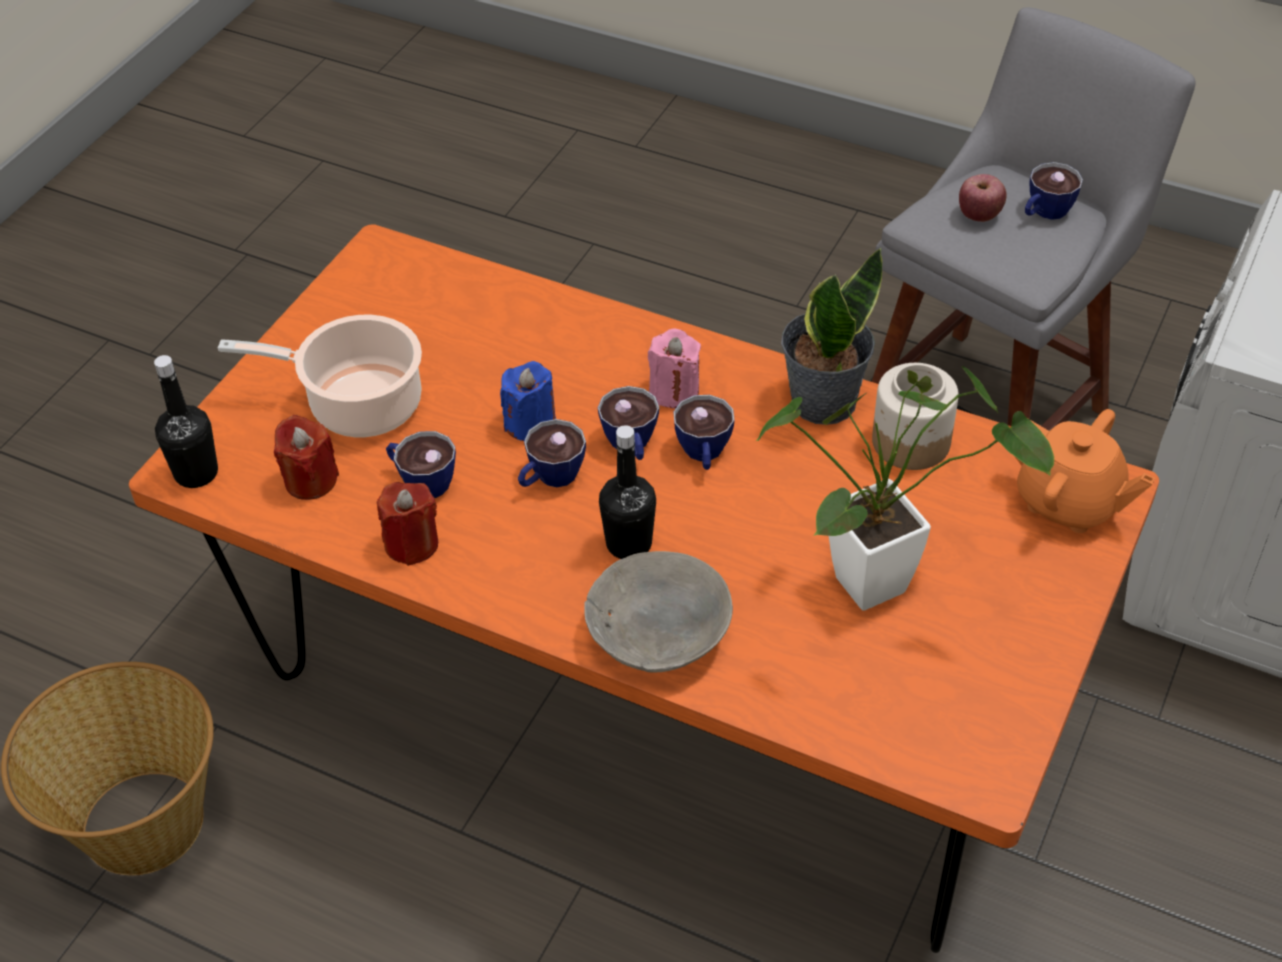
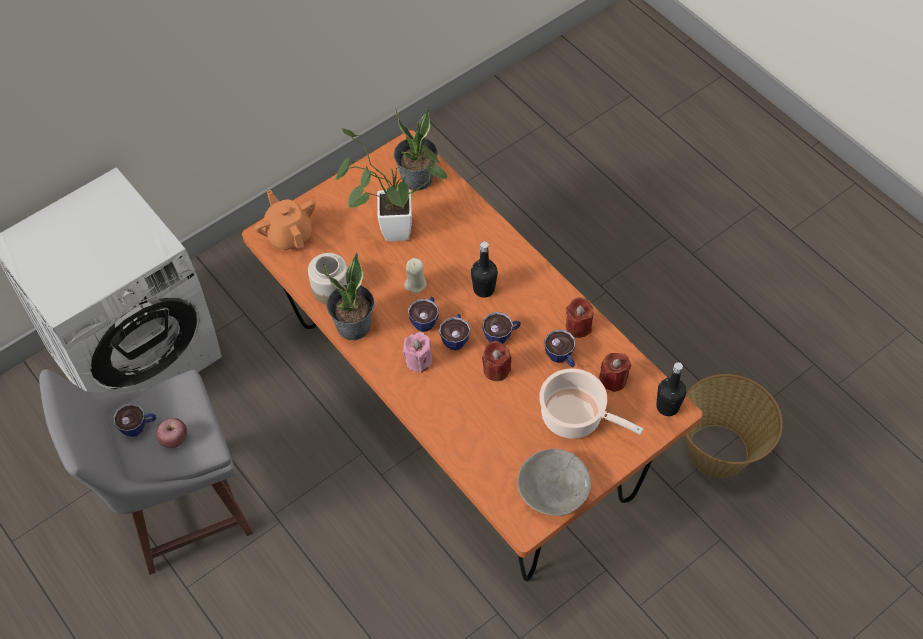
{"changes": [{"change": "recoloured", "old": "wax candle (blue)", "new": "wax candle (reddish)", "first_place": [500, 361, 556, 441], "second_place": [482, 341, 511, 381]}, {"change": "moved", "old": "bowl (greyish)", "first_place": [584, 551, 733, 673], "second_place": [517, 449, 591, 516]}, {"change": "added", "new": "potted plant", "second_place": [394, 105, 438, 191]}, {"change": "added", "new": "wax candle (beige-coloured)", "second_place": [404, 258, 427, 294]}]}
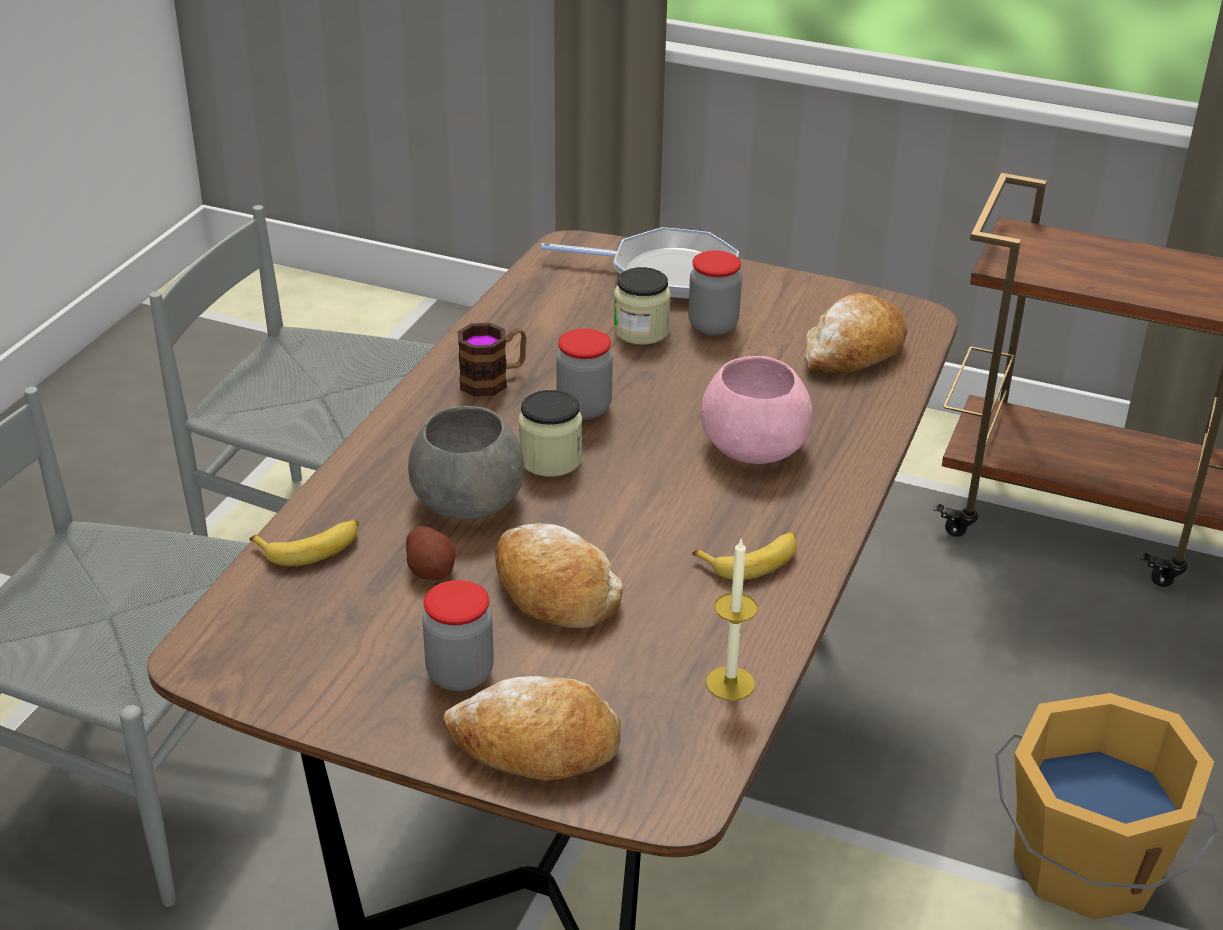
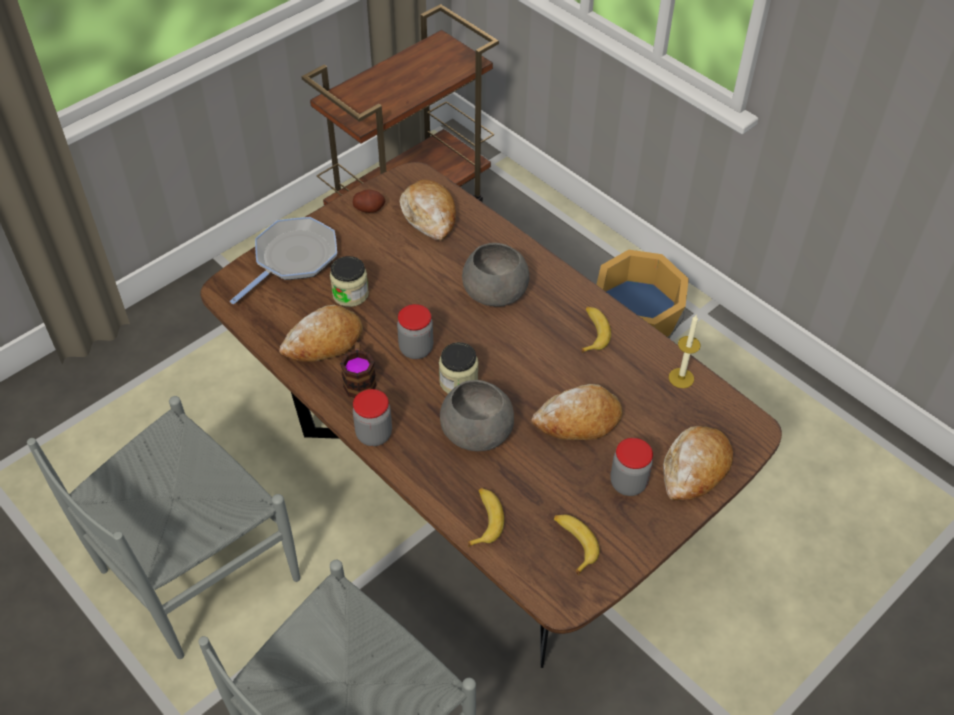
{"changes": [{"change": "moved", "old": "preserve jar", "first_place": [688, 250, 742, 336], "second_place": [353, 389, 392, 446]}, {"change": "recoloured", "old": "bowl (pink-coloured)", "new": "bowl (greyish)", "first_place": [701, 356, 813, 464], "second_place": [462, 243, 529, 306]}, {"change": "moved", "old": "spud", "first_place": [406, 526, 455, 580], "second_place": [353, 189, 385, 213]}, {"change": "added", "new": "bakery bread", "second_place": [279, 305, 363, 362]}, {"change": "added", "new": "whole banana", "second_place": [554, 515, 600, 575]}]}
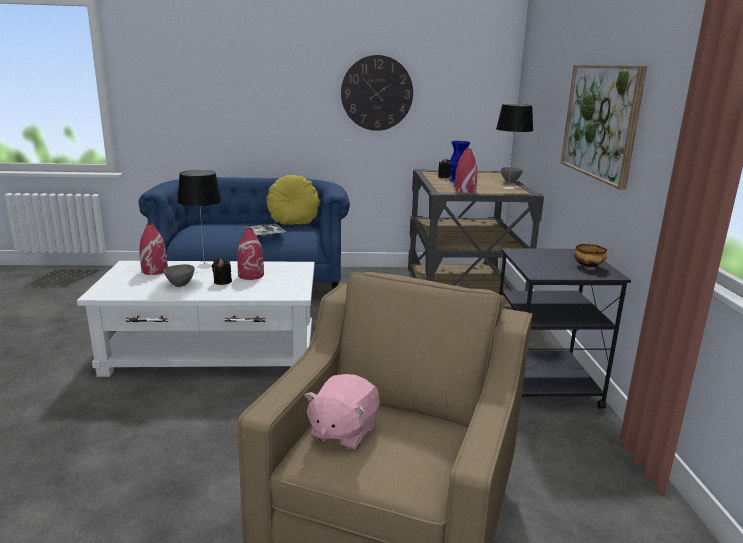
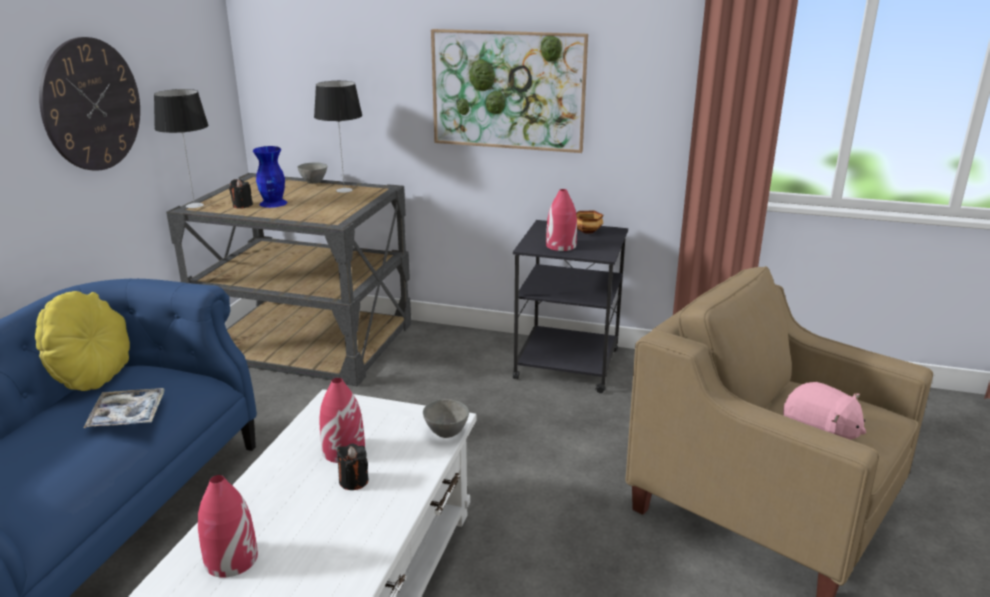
{"changes": [{"change": "moved", "old": "vase (reddish)", "first_place": [454, 148, 477, 193], "second_place": [546, 189, 577, 251]}, {"change": "moved", "old": "table lamp", "first_place": [177, 170, 222, 269], "second_place": [154, 89, 209, 208]}, {"change": "moved", "old": "bowl (greyish)", "first_place": [163, 264, 195, 287], "second_place": [423, 399, 469, 438]}]}
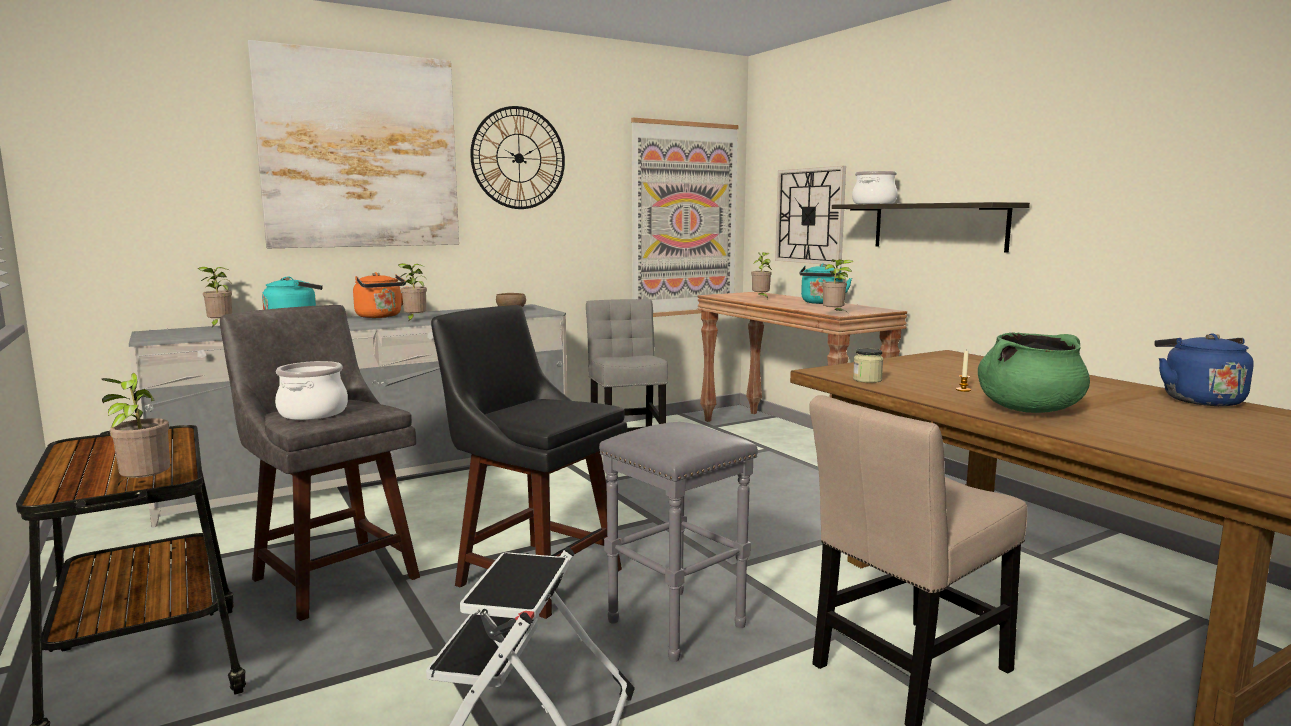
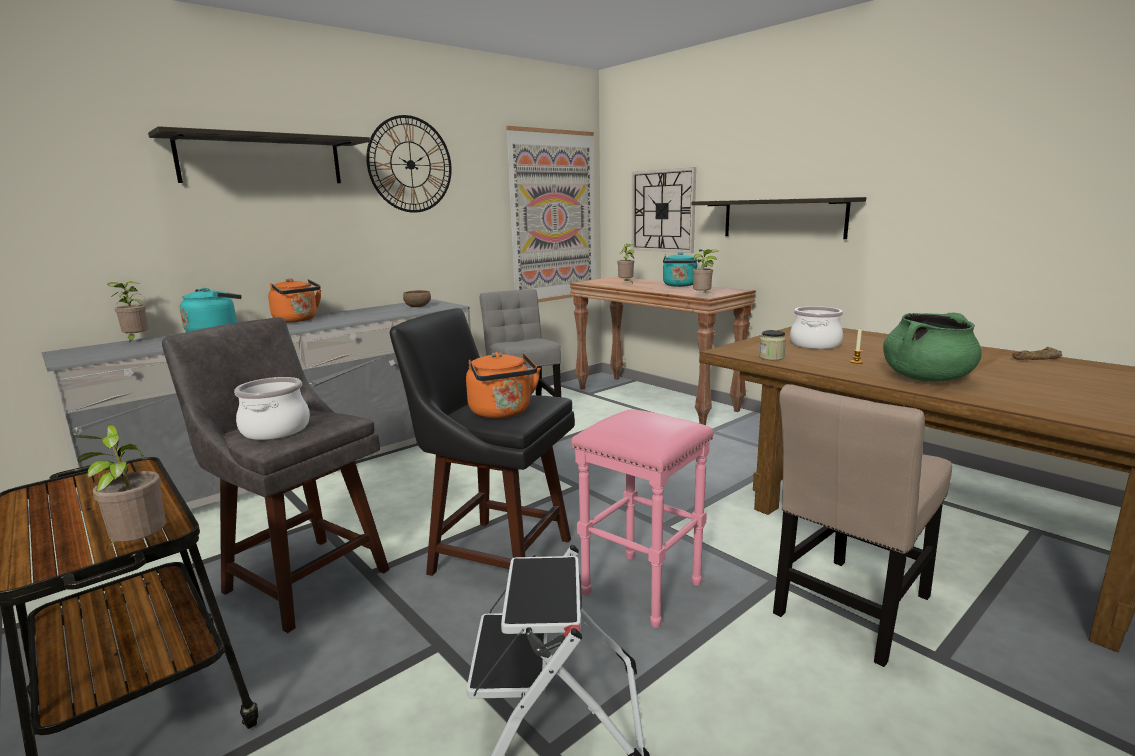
{"changes": [{"change": "replaced", "old": "picture", "new": "bracket shelf", "first_place": [248, 40, 459, 248], "second_place": [148, 126, 370, 183]}, {"change": "moved", "old": "saucepot", "first_place": [852, 171, 898, 204], "second_place": [790, 306, 843, 349]}, {"change": "removed", "old": "potted plant", "first_place": [398, 263, 427, 322]}, {"change": "replaced", "old": "kettle (blue)", "new": "bakery bread", "first_place": [1154, 333, 1254, 406], "second_place": [1012, 347, 1062, 360]}, {"change": "recoloured", "old": "sitting stool (greyish)", "new": "sitting stool (pink-coloured)", "first_place": [599, 422, 758, 662], "second_place": [571, 410, 713, 628]}, {"change": "added", "new": "kettle (orange)", "second_place": [466, 352, 541, 418]}]}
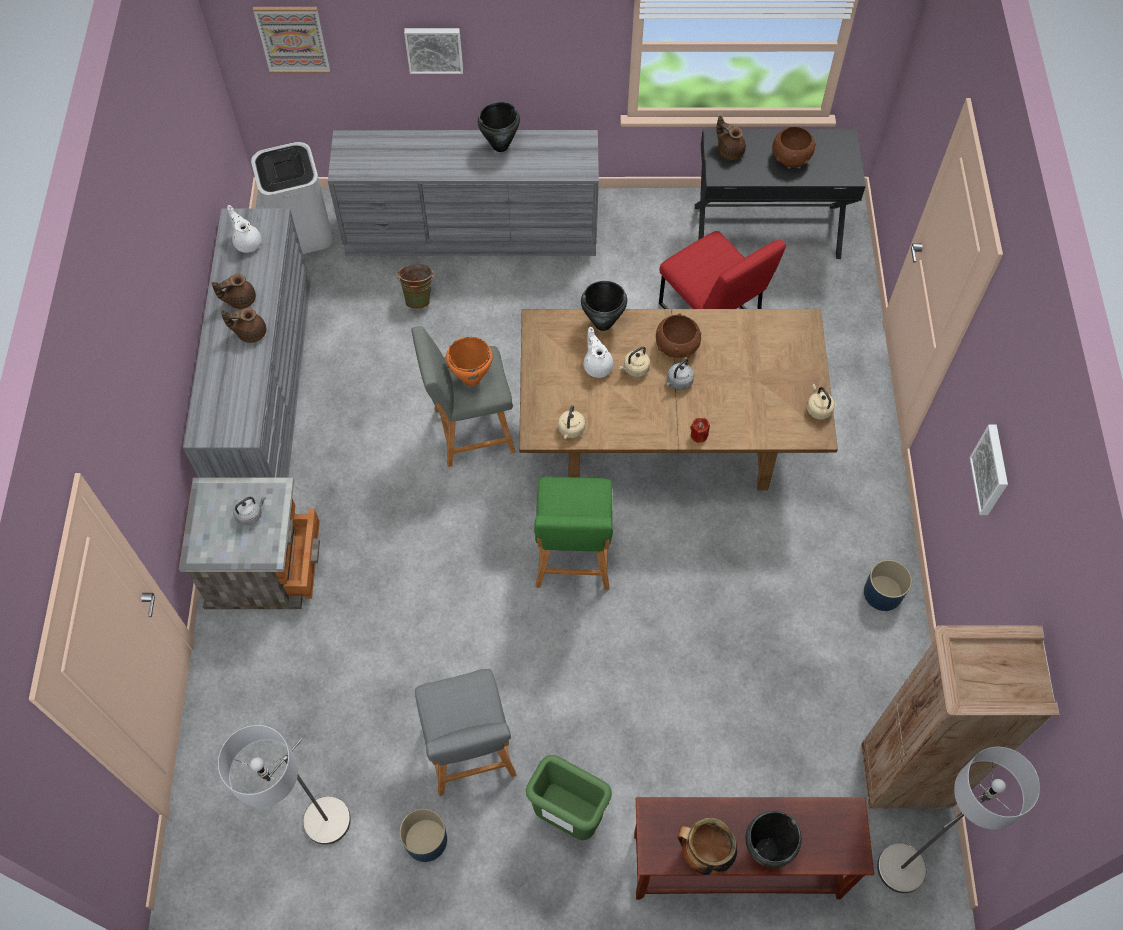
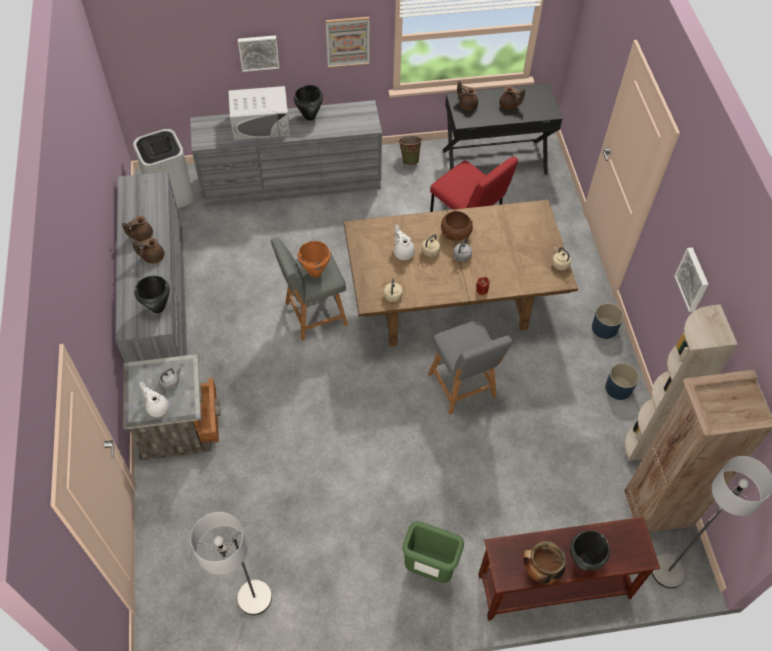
{"changes": [{"change": "moved", "old": "picture", "first_place": [253, 7, 330, 73], "second_place": [326, 17, 370, 68]}, {"change": "replaced", "old": "bowl (brownish)", "new": "tea pot (brownish)", "first_place": [772, 126, 816, 168], "second_place": [499, 86, 525, 110]}, {"change": "moved", "old": "tea pot (white)", "first_place": [227, 205, 262, 253], "second_place": [140, 382, 169, 417]}, {"change": "moved", "old": "pail (green)", "first_place": [396, 264, 434, 309], "second_place": [398, 136, 423, 165]}, {"change": "moved", "old": "saucepot (black)", "first_place": [581, 281, 627, 331], "second_place": [134, 276, 170, 313]}, {"change": "removed", "old": "sitting stool (green)", "first_place": [534, 477, 613, 590]}, {"change": "moved", "old": "sitting stool (greyish)", "first_place": [415, 669, 517, 796], "second_place": [428, 320, 513, 415]}, {"change": "moved", "old": "plant pot (blue)", "first_place": [399, 808, 447, 862], "second_place": [592, 303, 624, 339]}, {"change": "added", "new": "kitchen microwave (white)", "second_place": [228, 86, 290, 140]}, {"change": "added", "new": "bookshelf (beige-coloured)", "second_place": [625, 304, 738, 461]}]}
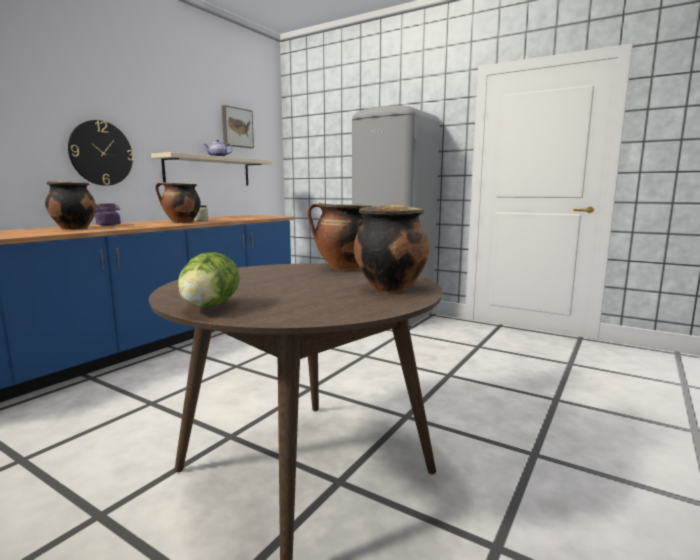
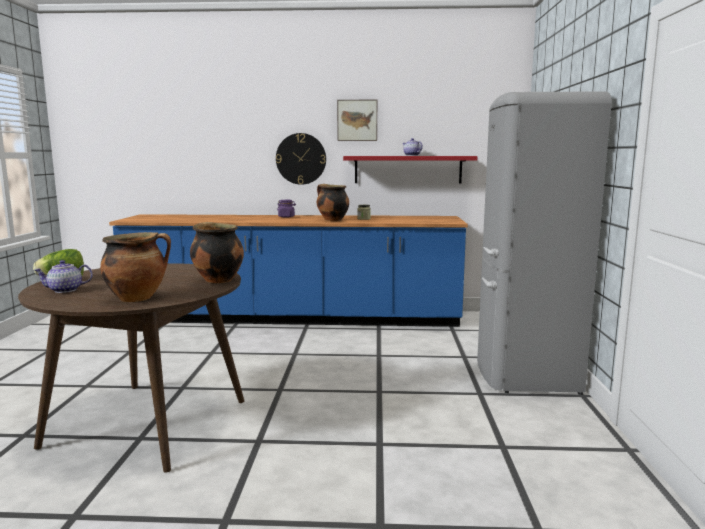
{"changes": [{"change": "moved", "old": "picture", "first_place": [222, 105, 254, 148], "second_place": [337, 100, 377, 141]}, {"change": "recoloured", "old": "bracket shelf (beige-coloured)", "new": "bracket shelf (reddish)", "first_place": [151, 152, 272, 185], "second_place": [343, 156, 478, 183]}, {"change": "removed", "old": "saucepot", "first_place": [45, 181, 96, 230]}, {"change": "added", "new": "tea pot", "second_place": [34, 260, 93, 293]}]}
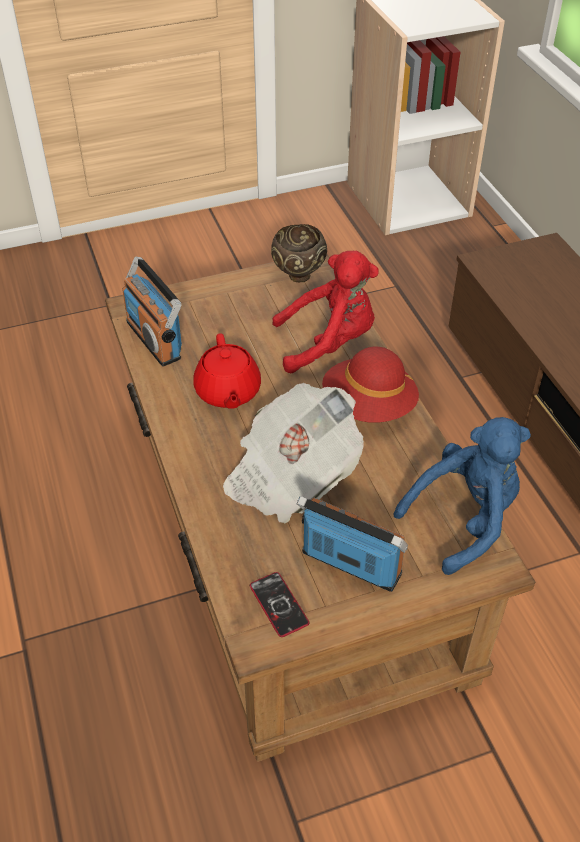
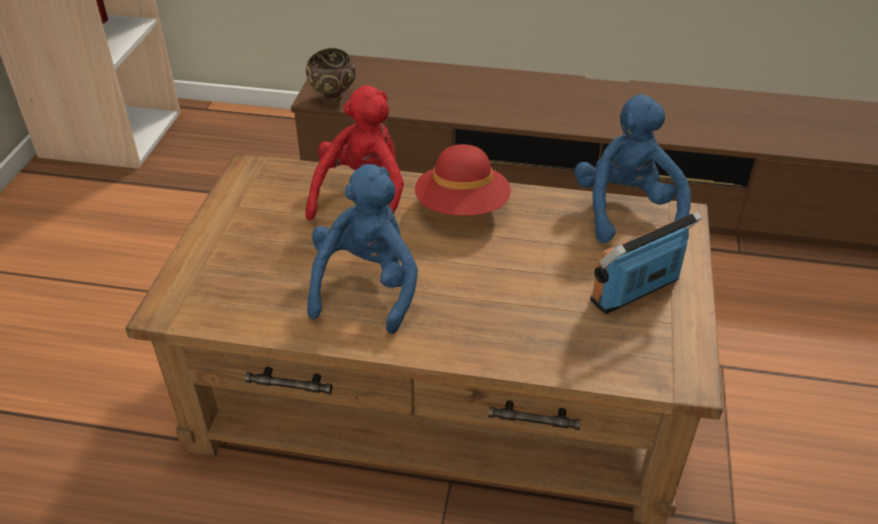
{"changes": [{"change": "moved", "old": "bowl (brownish)", "first_place": [271, 224, 327, 282], "second_place": [306, 48, 356, 102]}, {"change": "removed", "old": "radio", "first_place": [122, 257, 182, 366]}, {"change": "replaced", "old": "tea pot (reddish)", "new": "soft toy (blue)", "first_place": [193, 333, 261, 409], "second_place": [307, 164, 418, 334]}, {"change": "removed", "old": "newspaper", "first_place": [223, 383, 364, 524]}, {"change": "removed", "old": "telephone", "first_place": [250, 572, 309, 637]}]}
